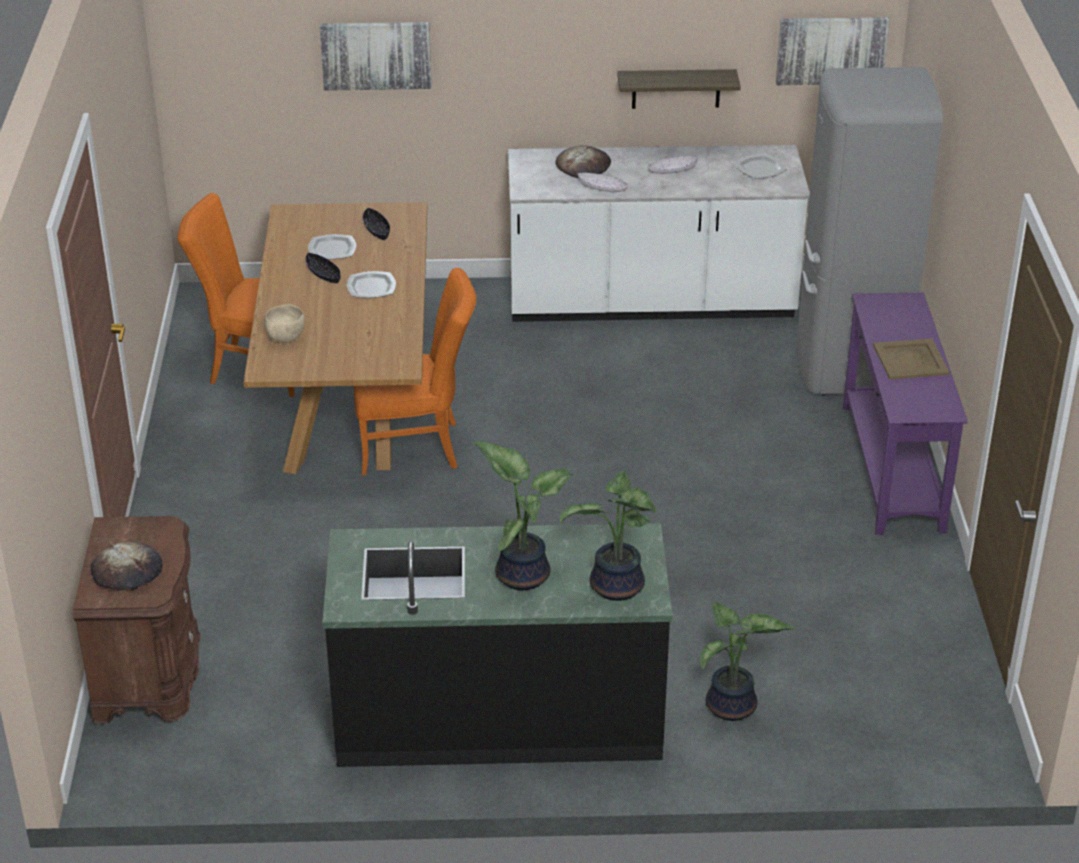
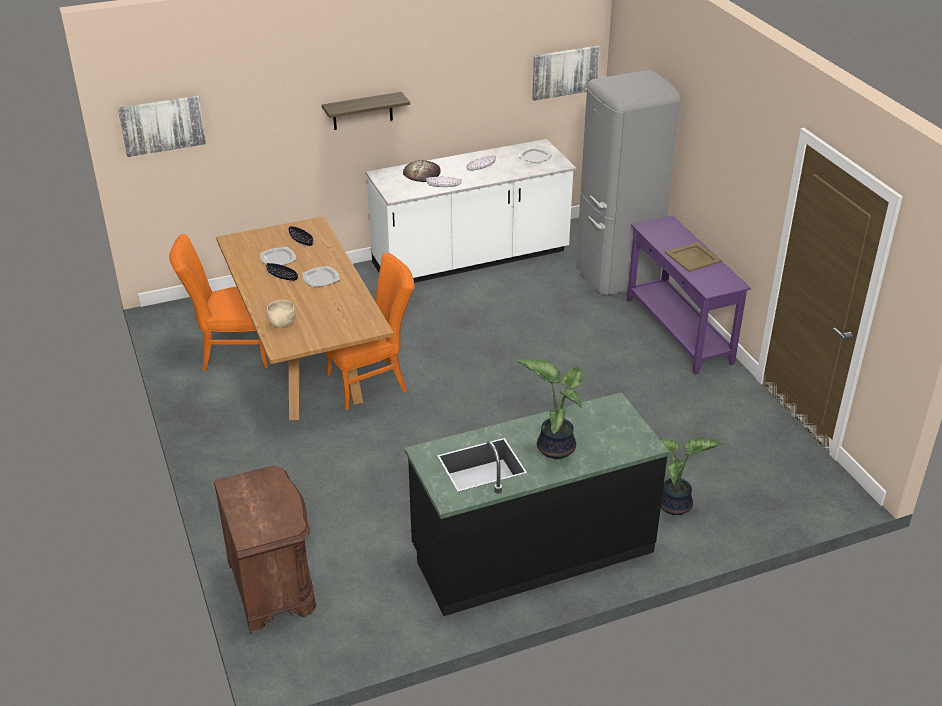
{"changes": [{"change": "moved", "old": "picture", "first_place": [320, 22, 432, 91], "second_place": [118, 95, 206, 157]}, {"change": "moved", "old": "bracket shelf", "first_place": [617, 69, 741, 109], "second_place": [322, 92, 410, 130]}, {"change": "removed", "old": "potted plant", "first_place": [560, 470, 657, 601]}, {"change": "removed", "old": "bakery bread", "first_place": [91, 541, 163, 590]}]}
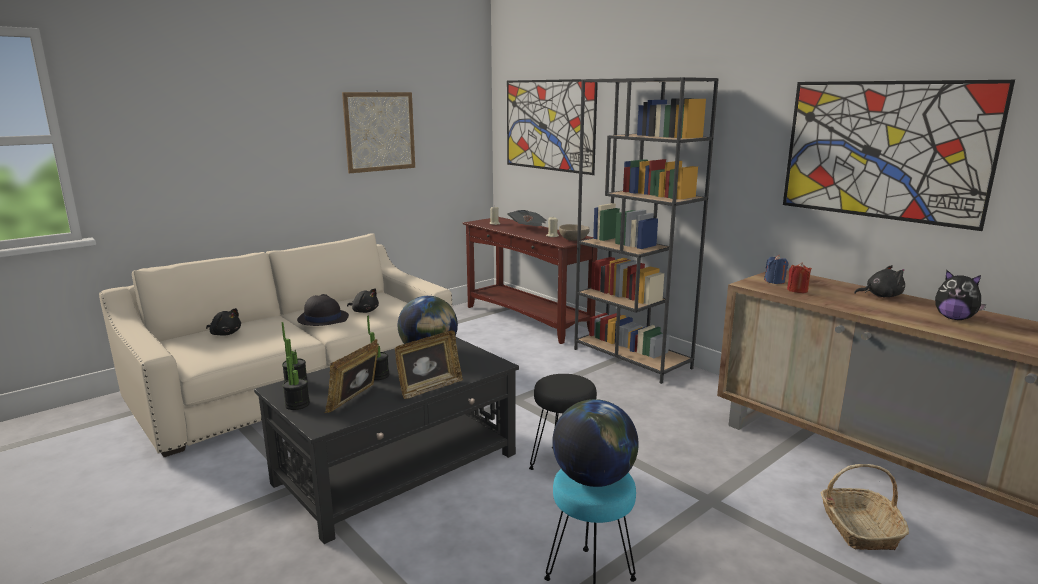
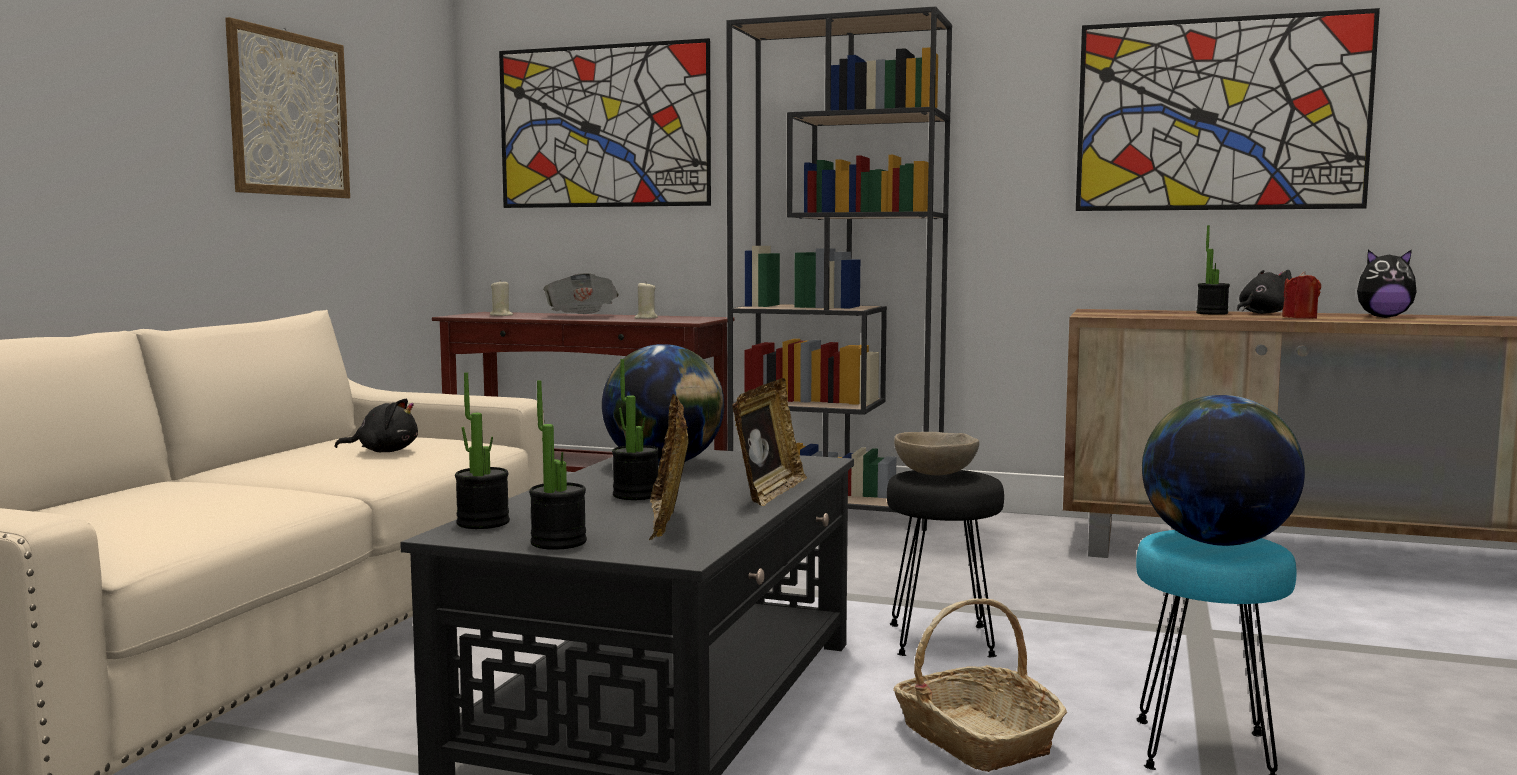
{"changes": [{"change": "moved", "old": "bowl (beige-coloured)", "first_place": [559, 224, 590, 241], "second_place": [894, 432, 979, 475]}, {"change": "removed", "old": "wax candle (blue)", "first_place": [764, 255, 789, 284]}, {"change": "moved", "old": "wax candle (reddish)", "first_place": [787, 262, 812, 293], "second_place": [1282, 272, 1321, 319]}, {"change": "removed", "old": "hat (black)", "first_place": [297, 294, 349, 326]}, {"change": "removed", "old": "soft toy (black)", "first_place": [206, 308, 241, 336]}, {"change": "moved", "old": "storage basket", "first_place": [821, 464, 909, 550], "second_place": [893, 598, 1067, 772]}, {"change": "added", "new": "potted plant", "second_place": [1196, 225, 1230, 315]}]}
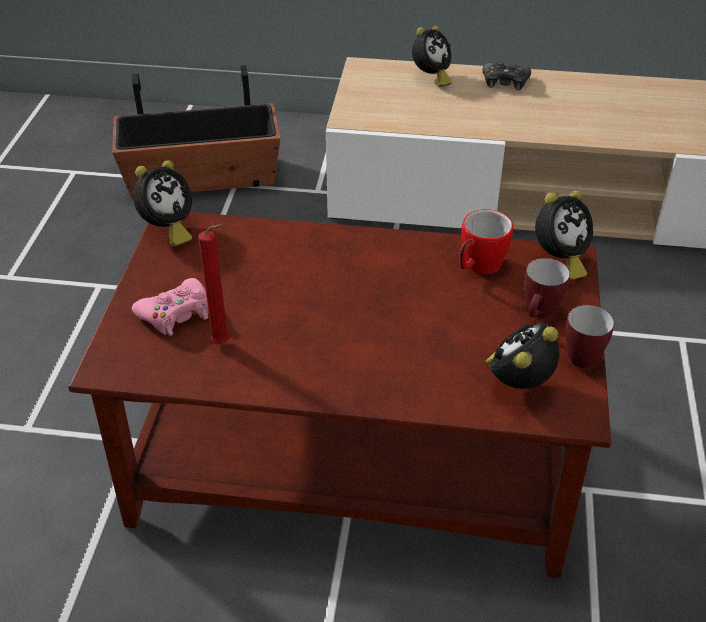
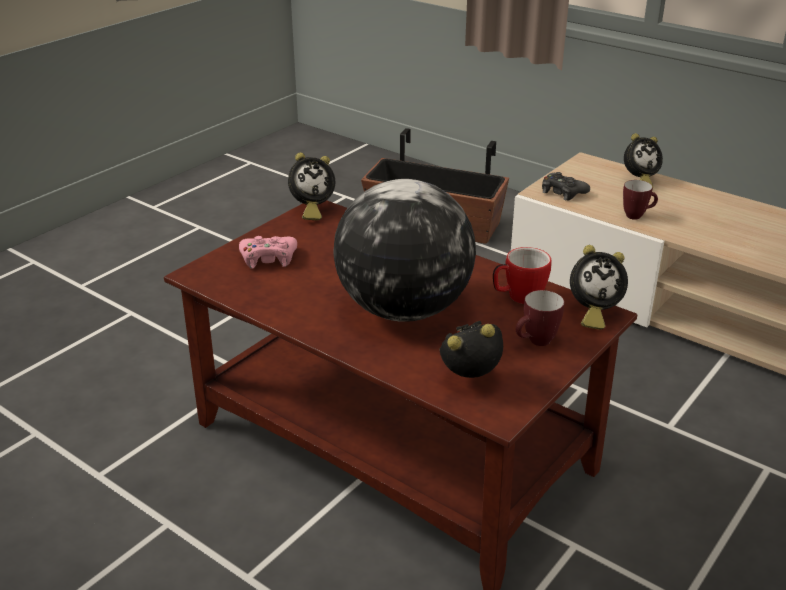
{"changes": [{"change": "moved", "old": "joypad (black)", "first_place": [483, 62, 531, 91], "second_place": [542, 172, 590, 201]}, {"change": "removed", "old": "wax candle (reddish)", "first_place": [198, 224, 230, 344]}, {"change": "moved", "old": "tea mug", "first_place": [565, 305, 614, 368], "second_place": [623, 180, 658, 220]}, {"change": "added", "new": "world globe", "second_place": [333, 179, 476, 322]}]}
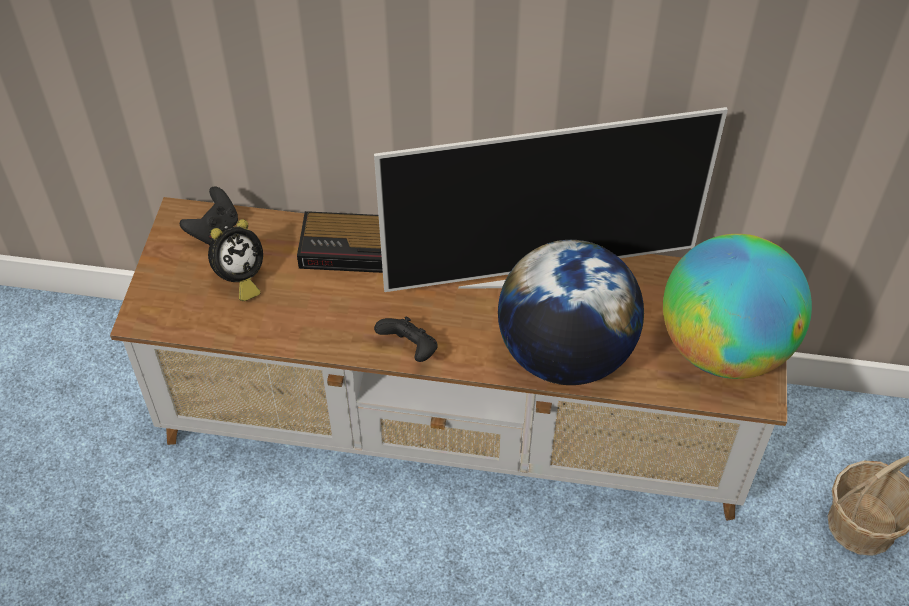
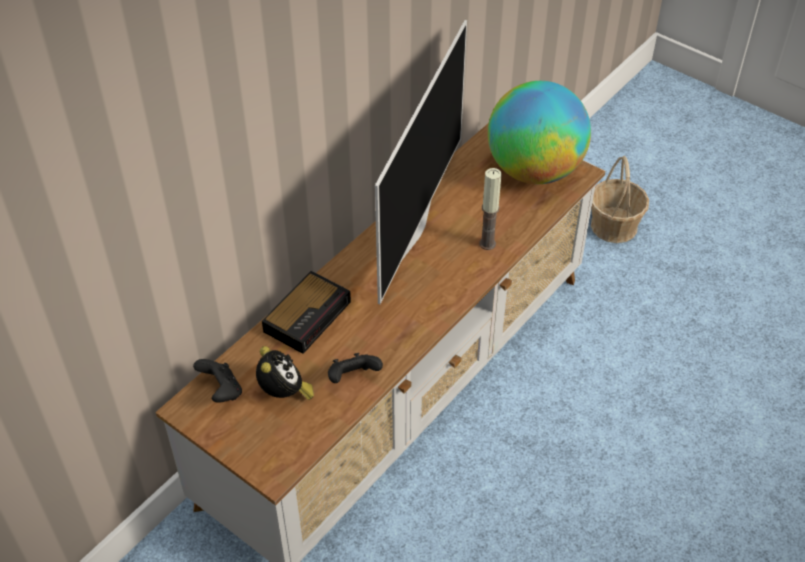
{"changes": [{"change": "replaced", "old": "world globe", "new": "wax candle", "first_place": [498, 240, 644, 385], "second_place": [479, 168, 502, 250]}, {"change": "moved", "old": "joypad (black)", "first_place": [374, 317, 438, 362], "second_place": [328, 353, 383, 383]}]}
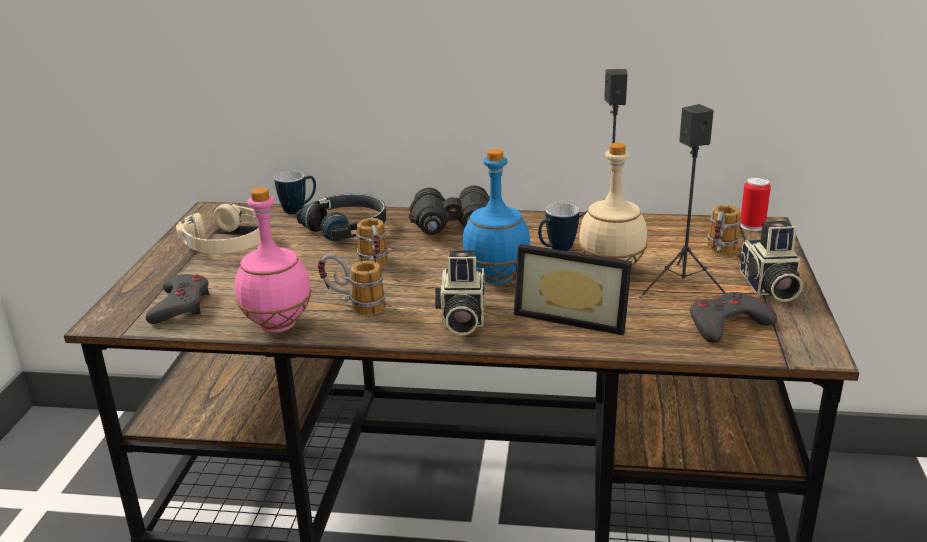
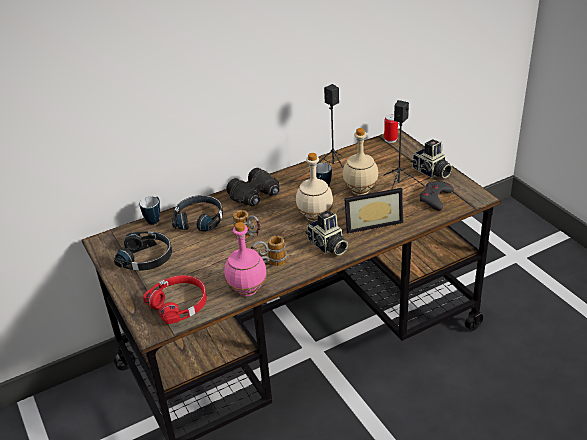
{"changes": [{"change": "recoloured", "old": "bottle (blue)", "new": "bottle (beige-coloured)", "first_place": [462, 149, 530, 284], "second_place": [296, 153, 333, 222]}, {"change": "recoloured", "old": "pair of headphones (beige-coloured)", "new": "pair of headphones (black)", "first_place": [176, 204, 260, 254], "second_place": [114, 231, 172, 270]}, {"change": "removed", "old": "tea mug", "first_place": [707, 205, 741, 254]}, {"change": "replaced", "old": "joypad (greyish)", "new": "pair of headphones (reddish)", "first_place": [145, 274, 209, 324], "second_place": [143, 275, 207, 324]}]}
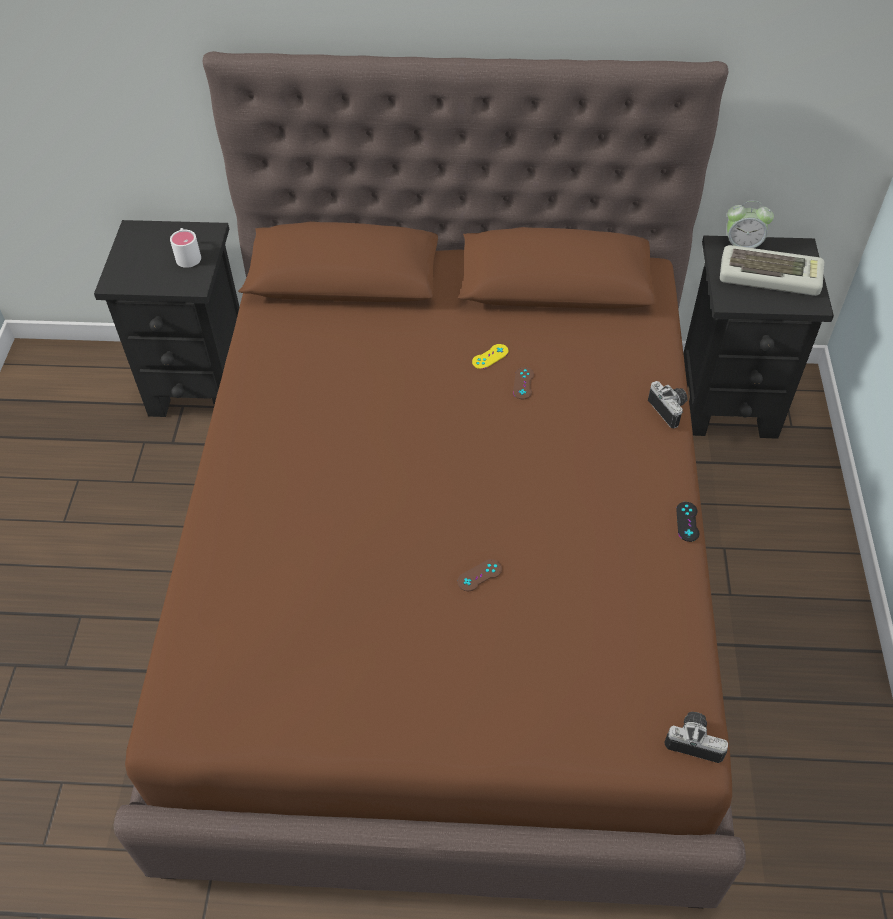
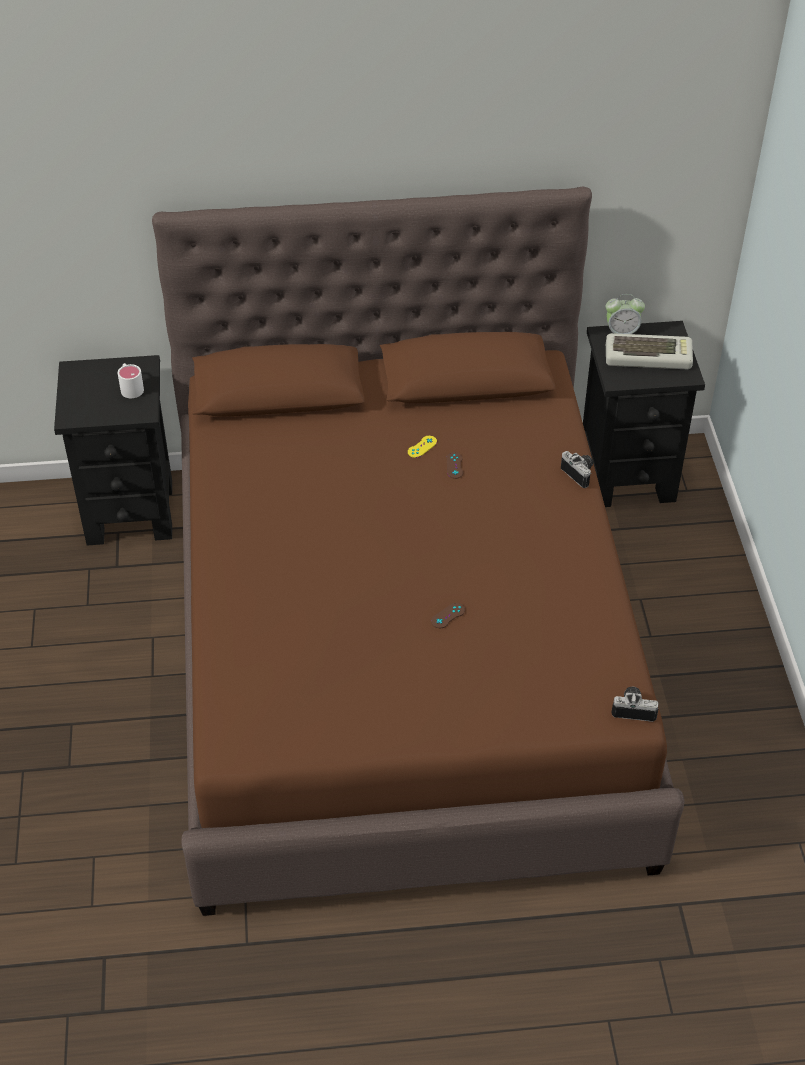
{"changes": [{"change": "removed", "old": "joypad (black)", "first_place": [676, 502, 699, 542]}]}
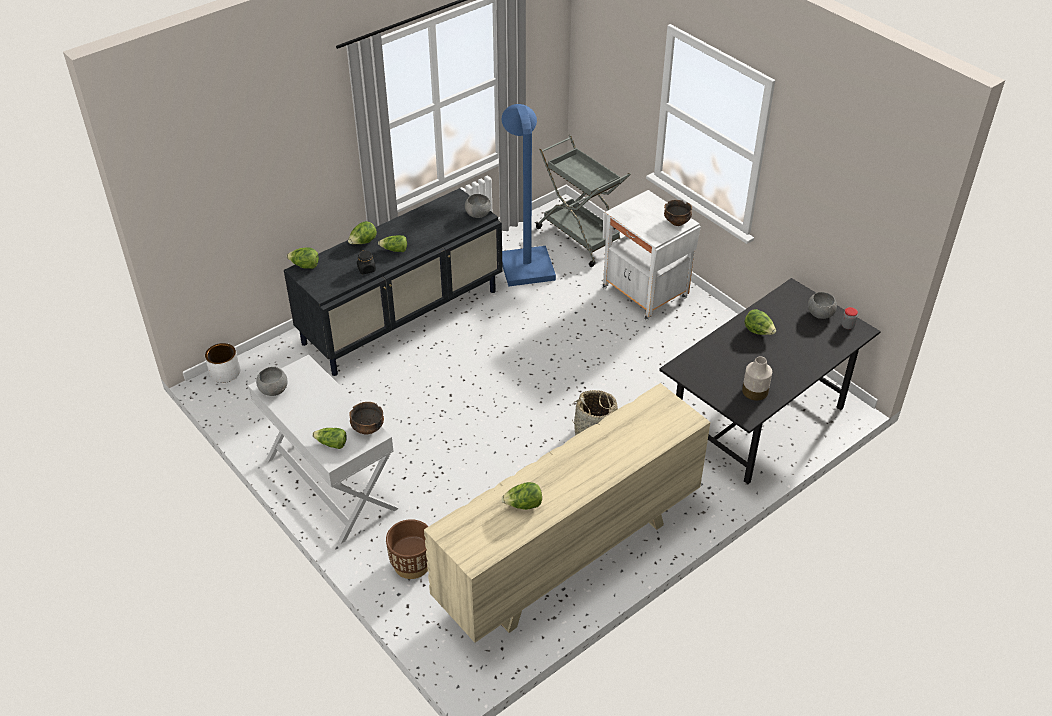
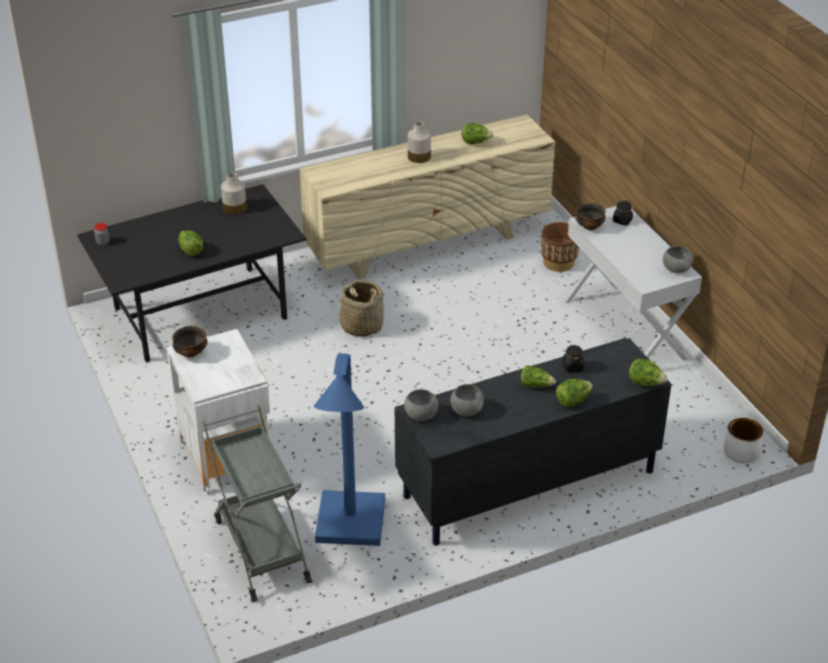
{"changes": [{"change": "moved", "old": "bowl (greyish)", "first_place": [808, 292, 837, 319], "second_place": [450, 384, 484, 416]}, {"change": "replaced", "old": "lettuce", "new": "preserve jar (black)", "first_place": [312, 428, 347, 449], "second_place": [613, 200, 633, 225]}, {"change": "added", "new": "vase (beige-coloured)", "second_place": [408, 121, 431, 163]}]}
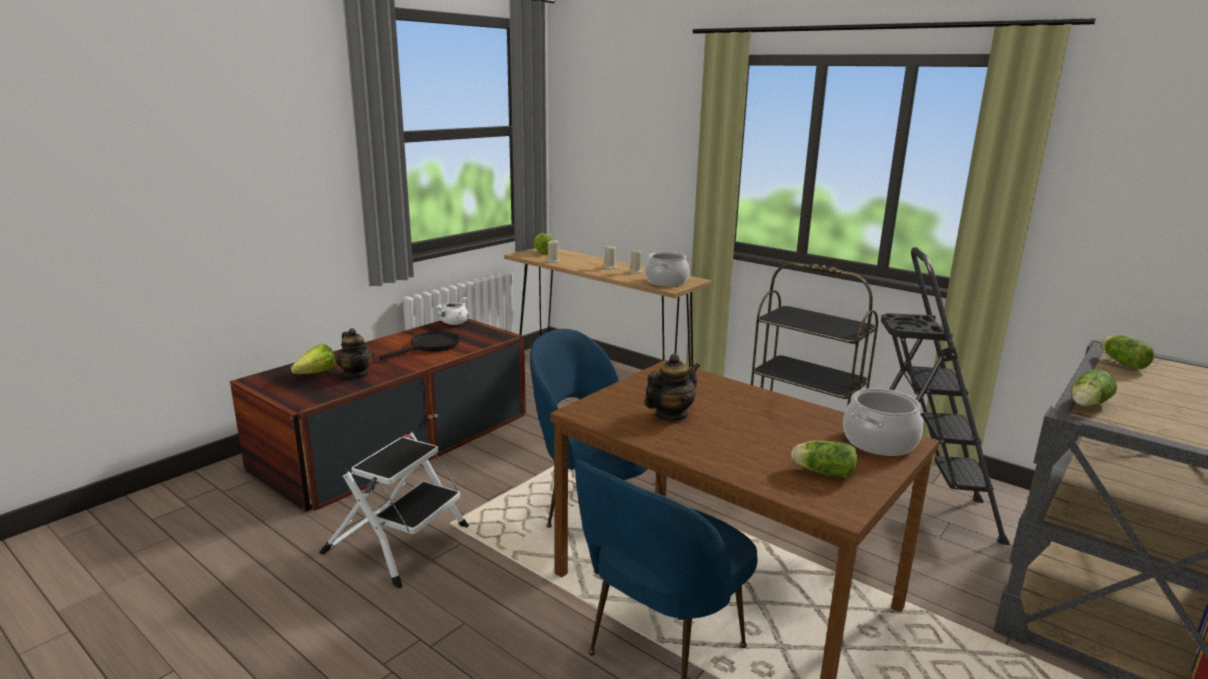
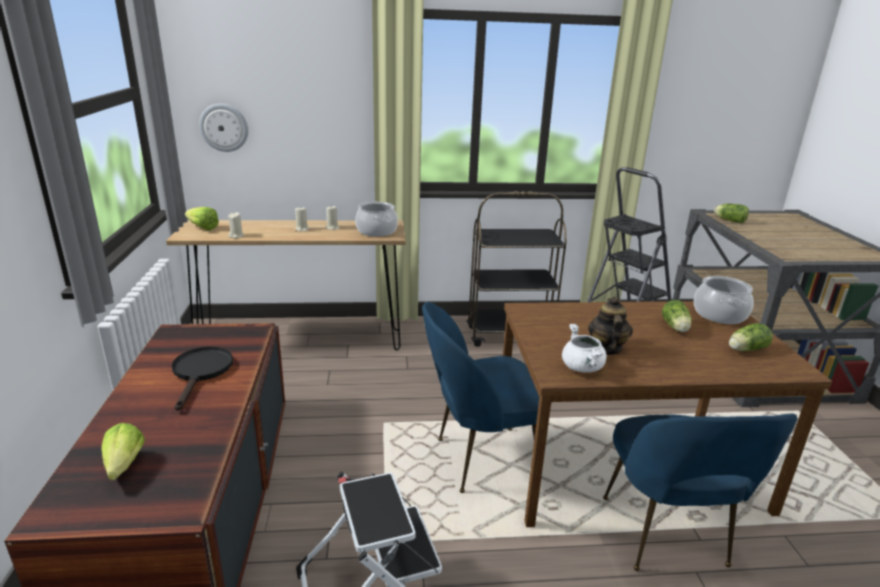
{"changes": [{"change": "moved", "old": "saucepot (white)", "first_place": [436, 296, 468, 325], "second_place": [562, 324, 607, 373]}, {"change": "removed", "old": "tea pot", "first_place": [336, 328, 373, 379]}, {"change": "moved", "old": "lettuce", "first_place": [1071, 370, 1117, 407], "second_place": [662, 300, 692, 332]}, {"change": "added", "new": "hanging clock", "second_place": [199, 104, 248, 152]}]}
